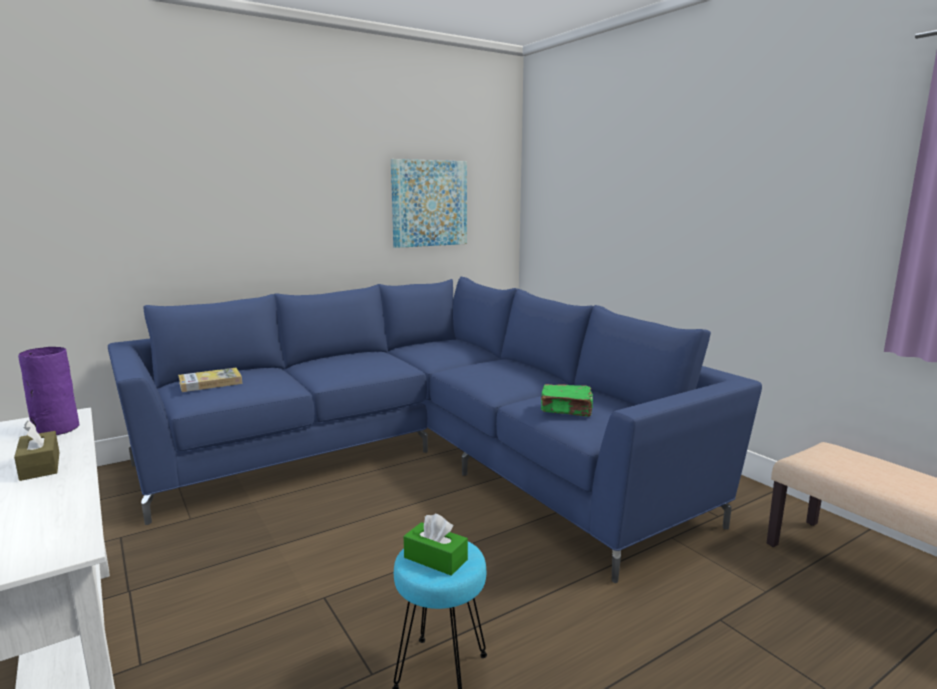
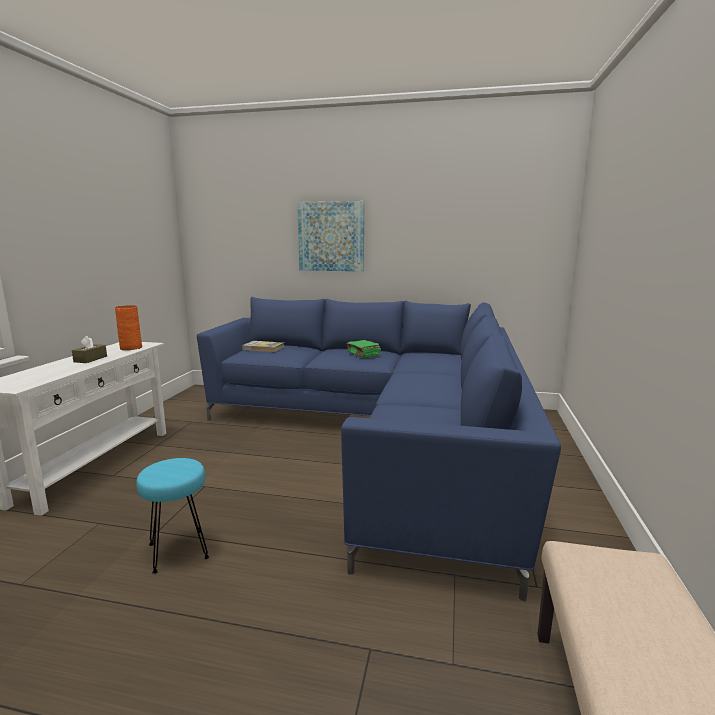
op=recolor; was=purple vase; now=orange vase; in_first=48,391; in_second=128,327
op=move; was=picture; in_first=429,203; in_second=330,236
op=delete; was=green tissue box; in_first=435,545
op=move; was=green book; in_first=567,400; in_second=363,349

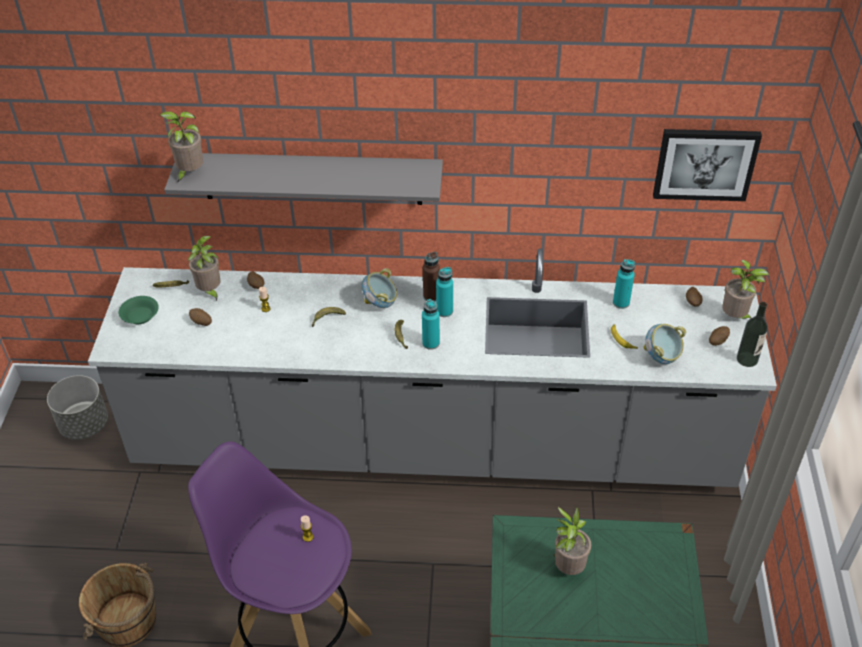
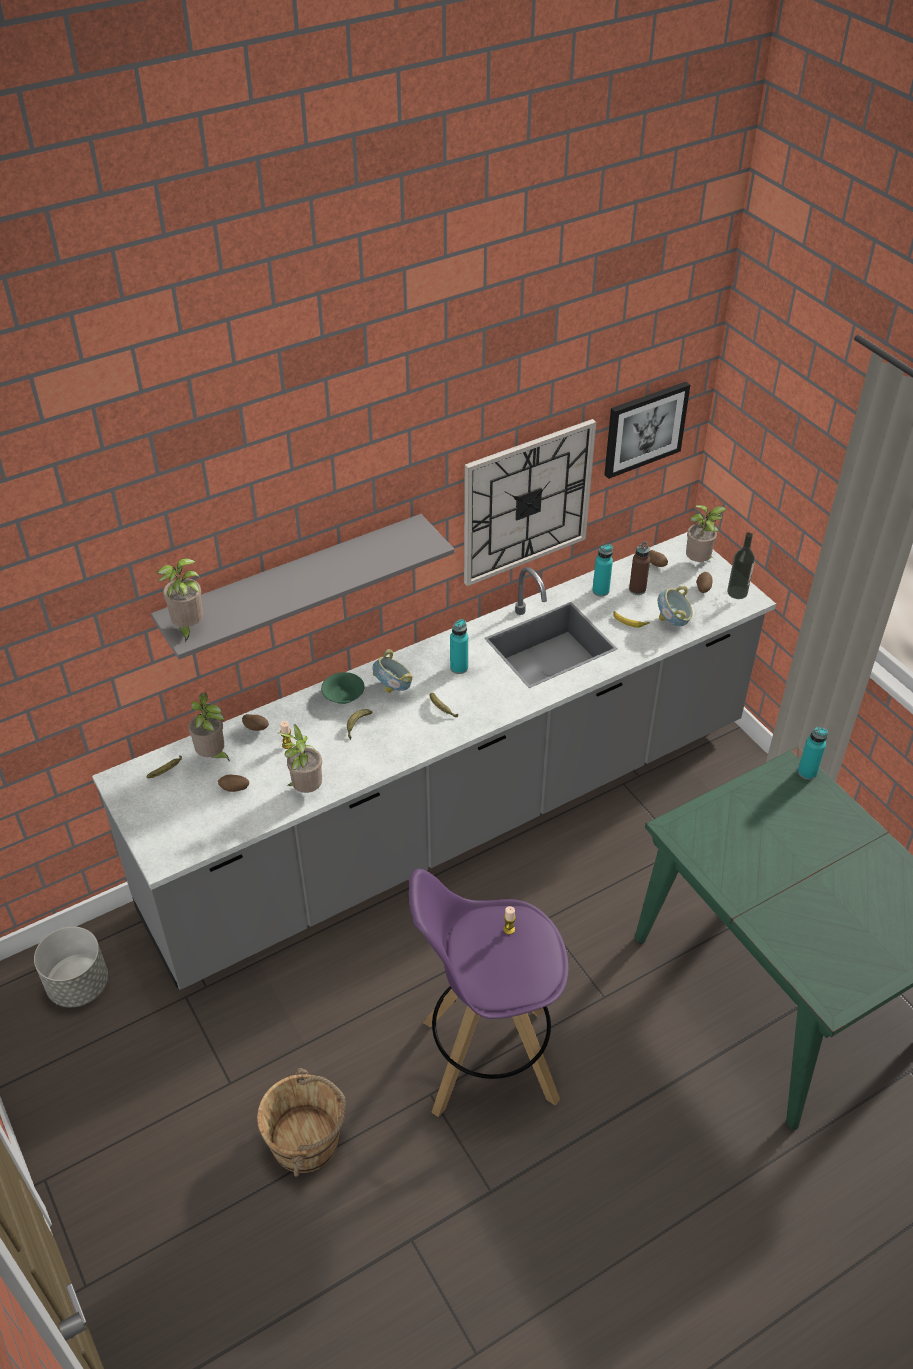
op=move; was=green bowl; in_first=138,310; in_second=343,688
op=move; was=turquoise bottle; in_first=431,324; in_second=813,753
op=move; was=brown bottle; in_first=431,277; in_second=639,568
op=move; was=potted plant; in_first=572,541; in_second=300,758
op=insert; now=wall clock; in_second=530,502

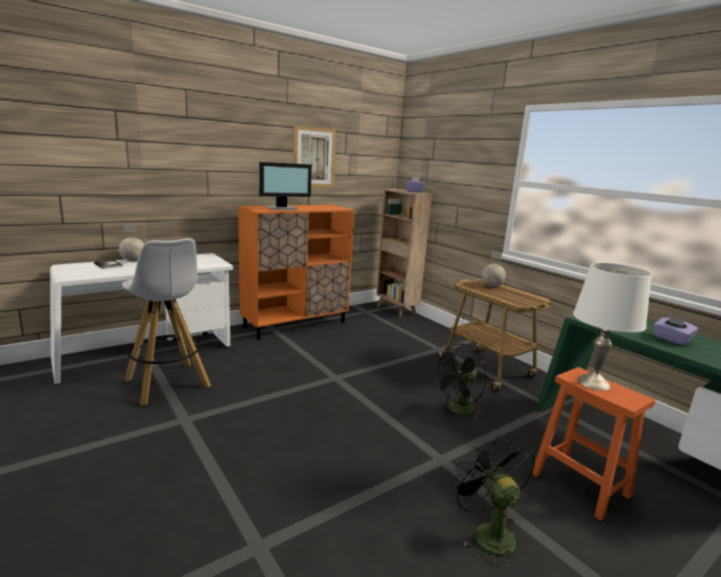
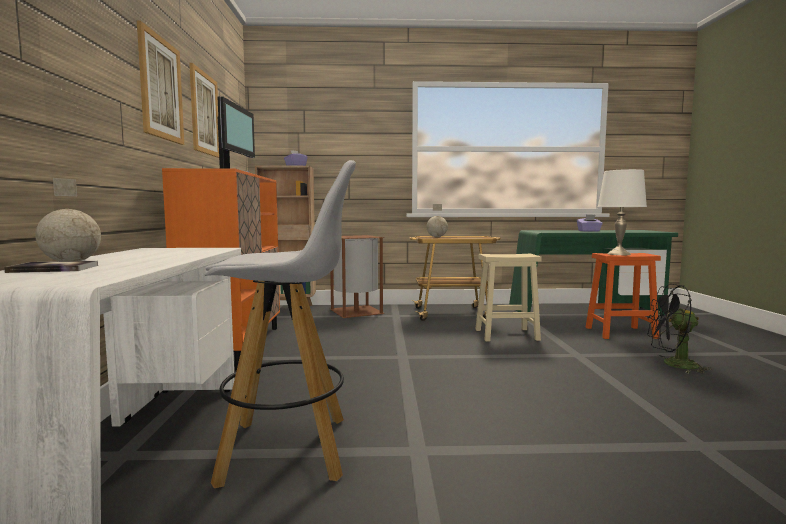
op=replace; was=black fan; now=beige stool; in_first=459,381; in_second=508,298
op=insert; now=picture; in_second=160,83
op=insert; now=brown trash can; in_second=357,276

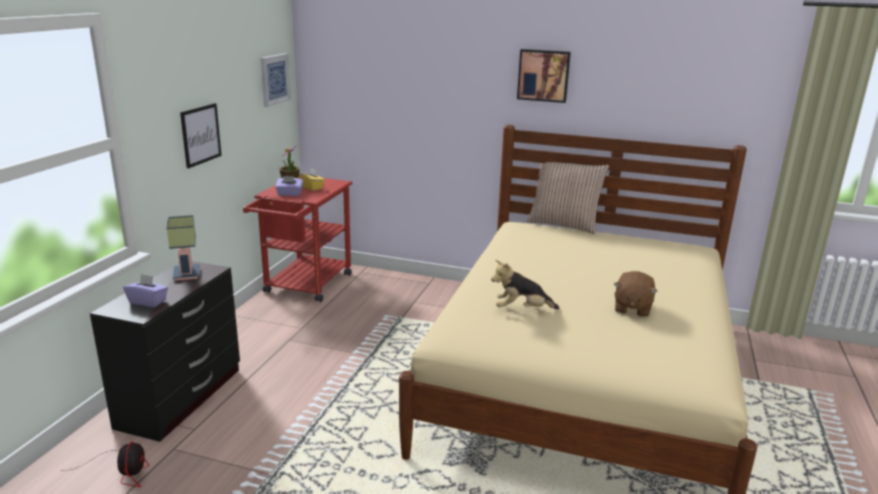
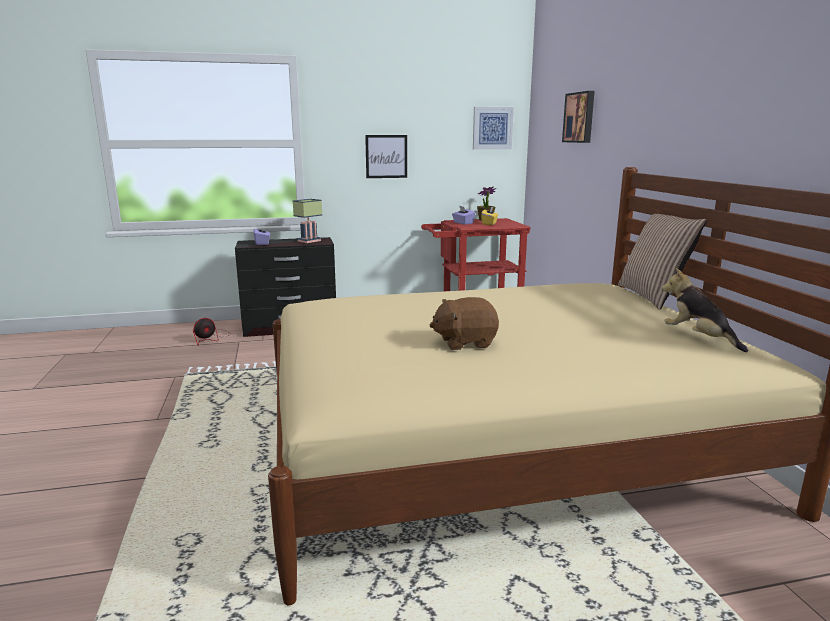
op=move; was=plush toy; in_first=525,284; in_second=705,310
op=move; was=picture; in_first=544,76; in_second=578,117

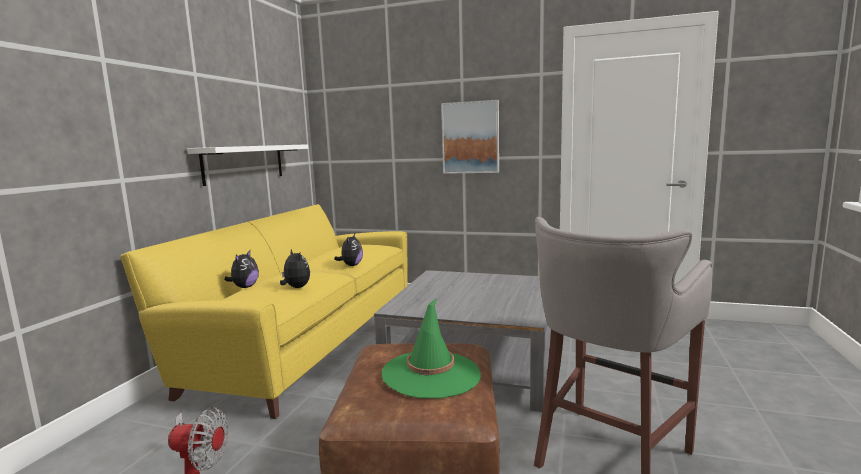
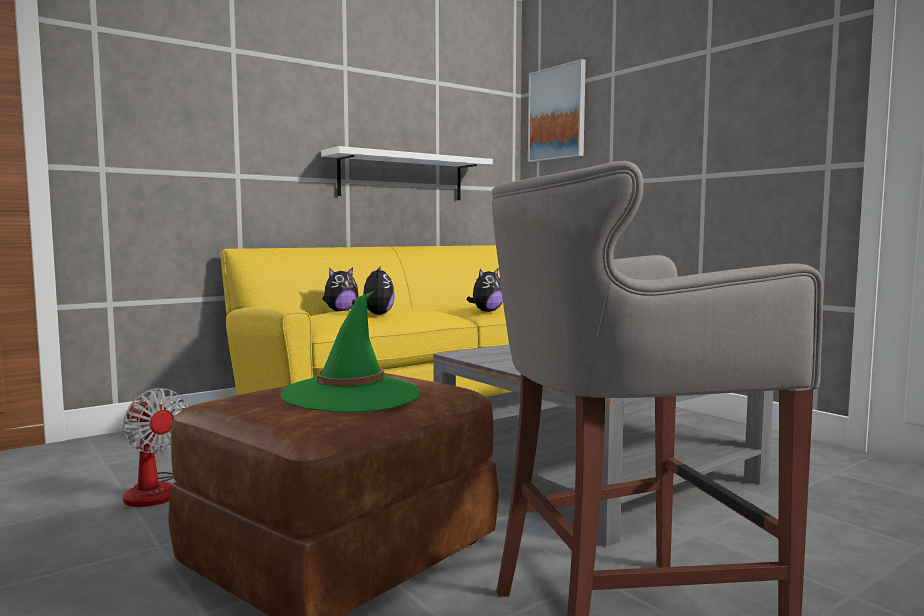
op=move; was=picture; in_first=470,137; in_second=557,110

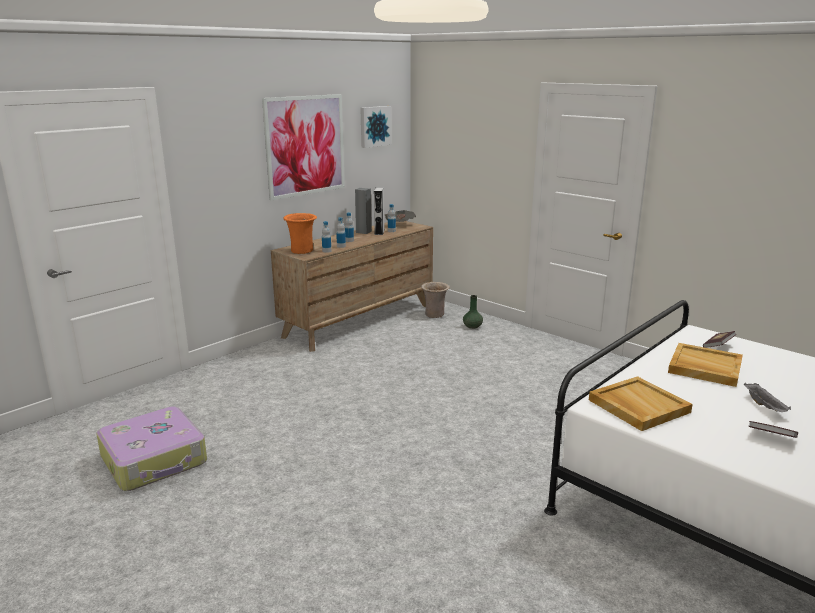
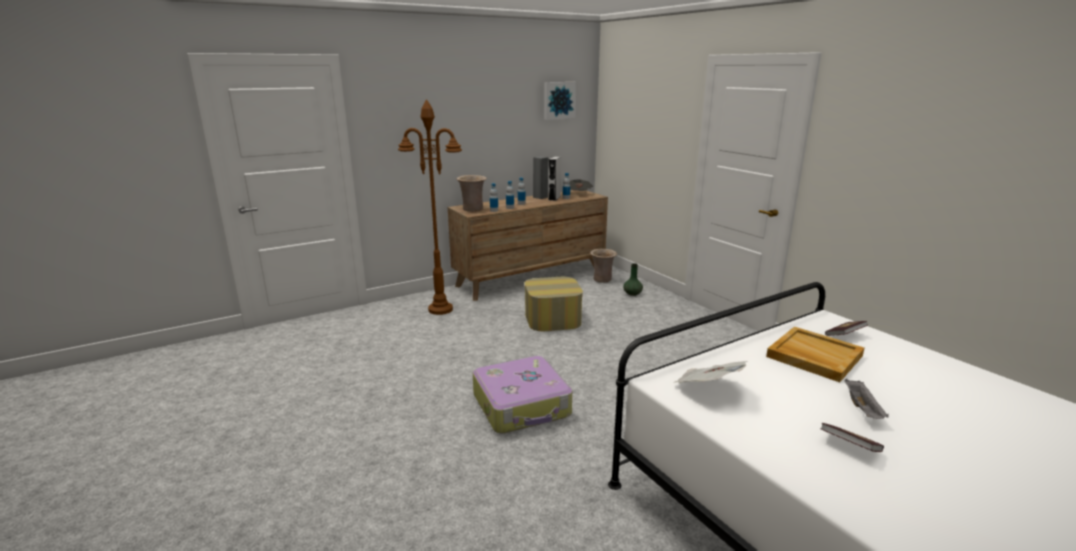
op=move; was=suitcase; in_first=151,448; in_second=522,394
op=delete; was=picture; in_first=303,147
op=recolor; was=orange vase; now=beige vase; in_first=300,233; in_second=471,193
op=replace; was=beige tray; now=newspaper; in_first=641,403; in_second=710,372
op=insert; now=brown floor lamp; in_second=430,207
op=insert; now=ottoman; in_second=554,304

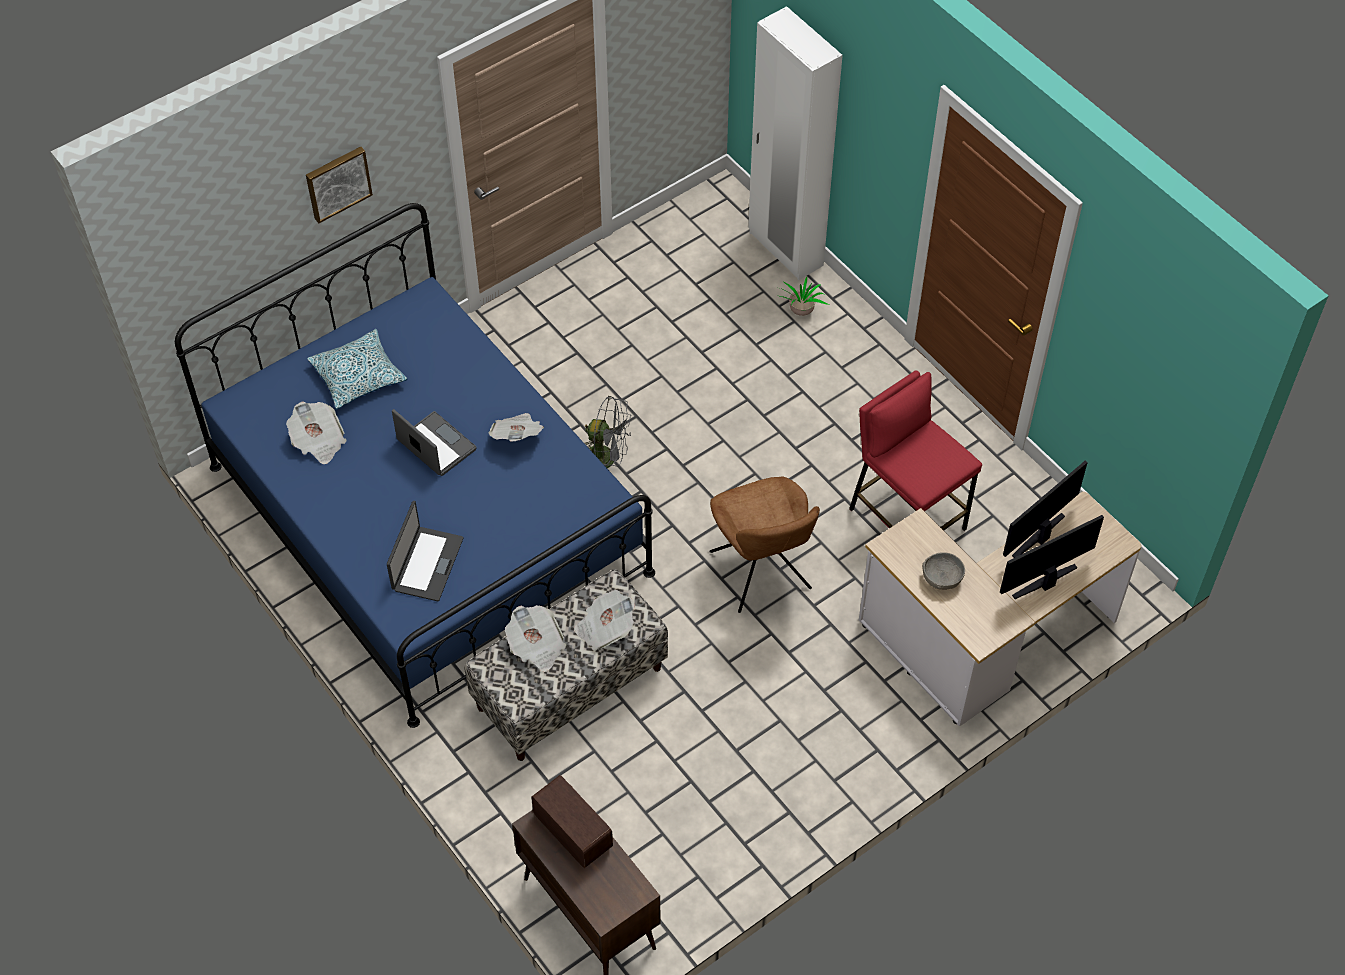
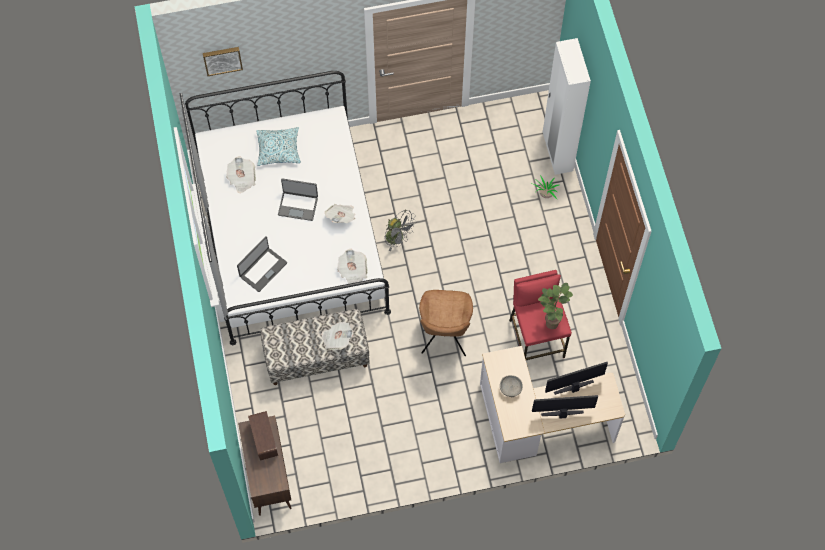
op=recolor; was=blue bed; now=white bed; in_first=415,465; in_second=288,208
op=move; was=picture; in_first=339,185; in_second=223,61
op=rotate; was=laptop; in_first=434,442; in_second=298,200; clockwise=120
op=move; was=newspaper; in_first=535,638; in_second=352,266
op=insert; now=potted plant; in_second=555,306

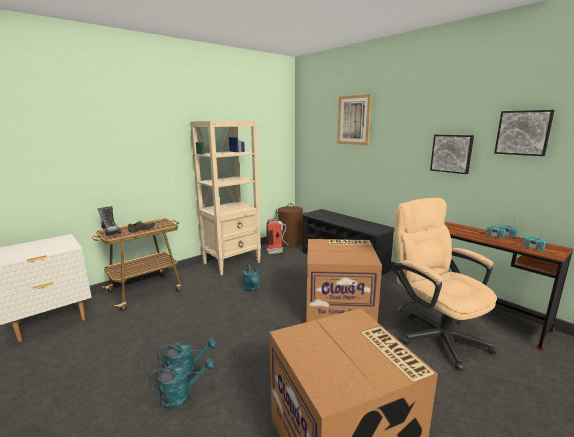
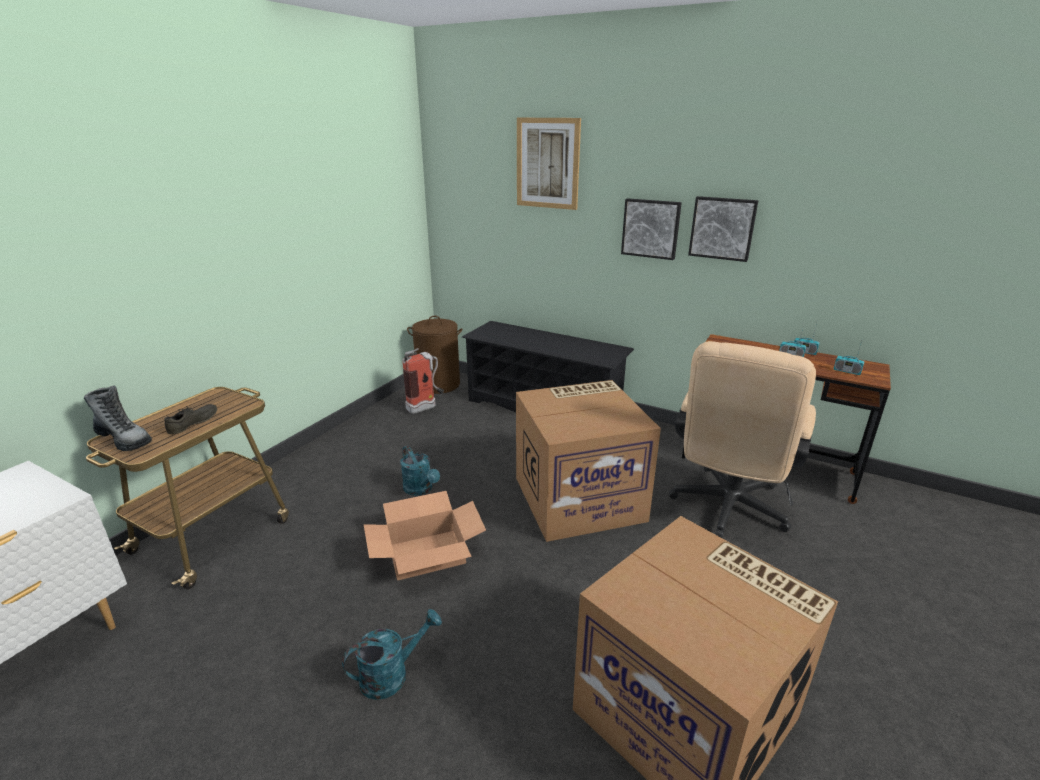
op=delete; was=turquoise watering can; in_first=182,383
op=delete; was=beige bookcase; in_first=225,198
op=rotate; was=beige office chair; in_first=445,284; in_second=742,439; clockwise=-105
op=move; was=picture; in_first=524,133; in_second=651,229
op=insert; now=cardboard box; in_second=425,535

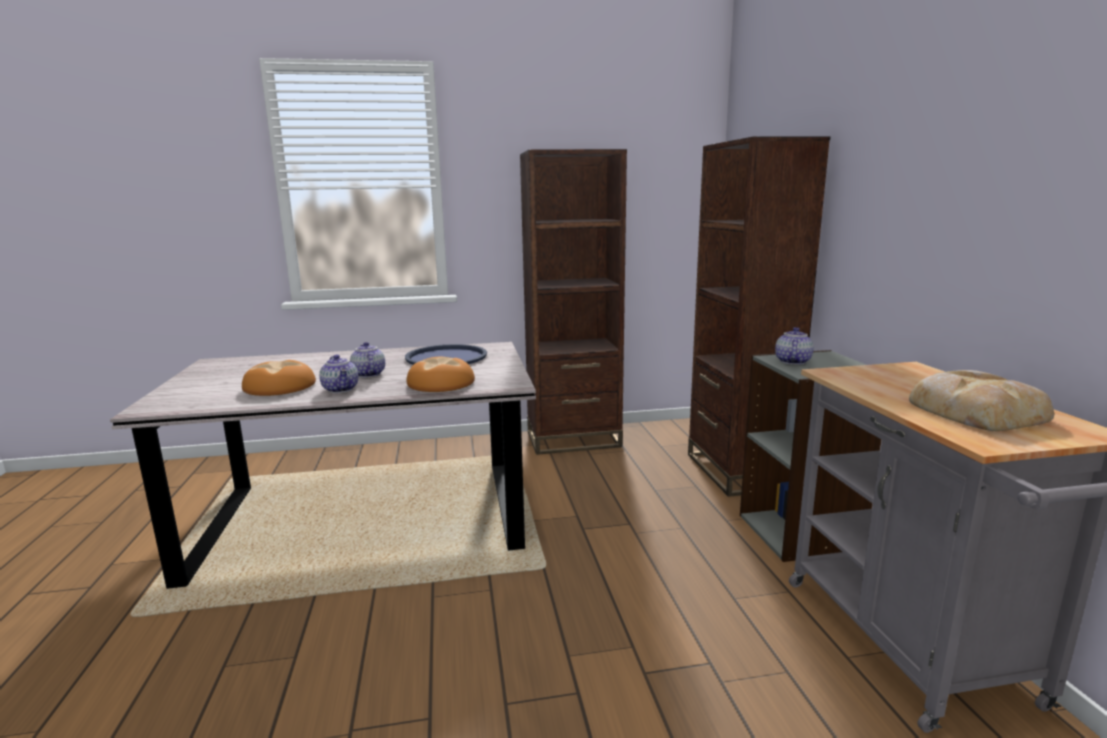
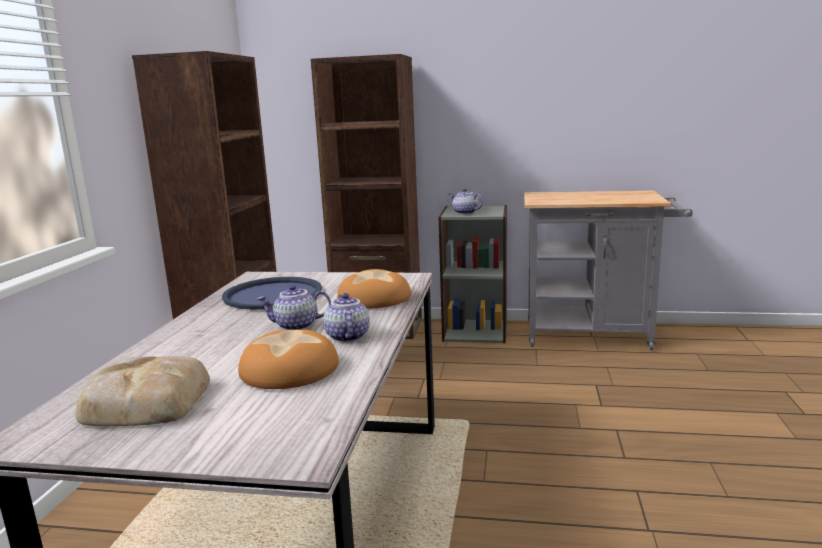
op=rotate; was=teapot; in_first=338,374; in_second=346,317; clockwise=-90
op=move; was=bread; in_first=981,400; in_second=142,391

